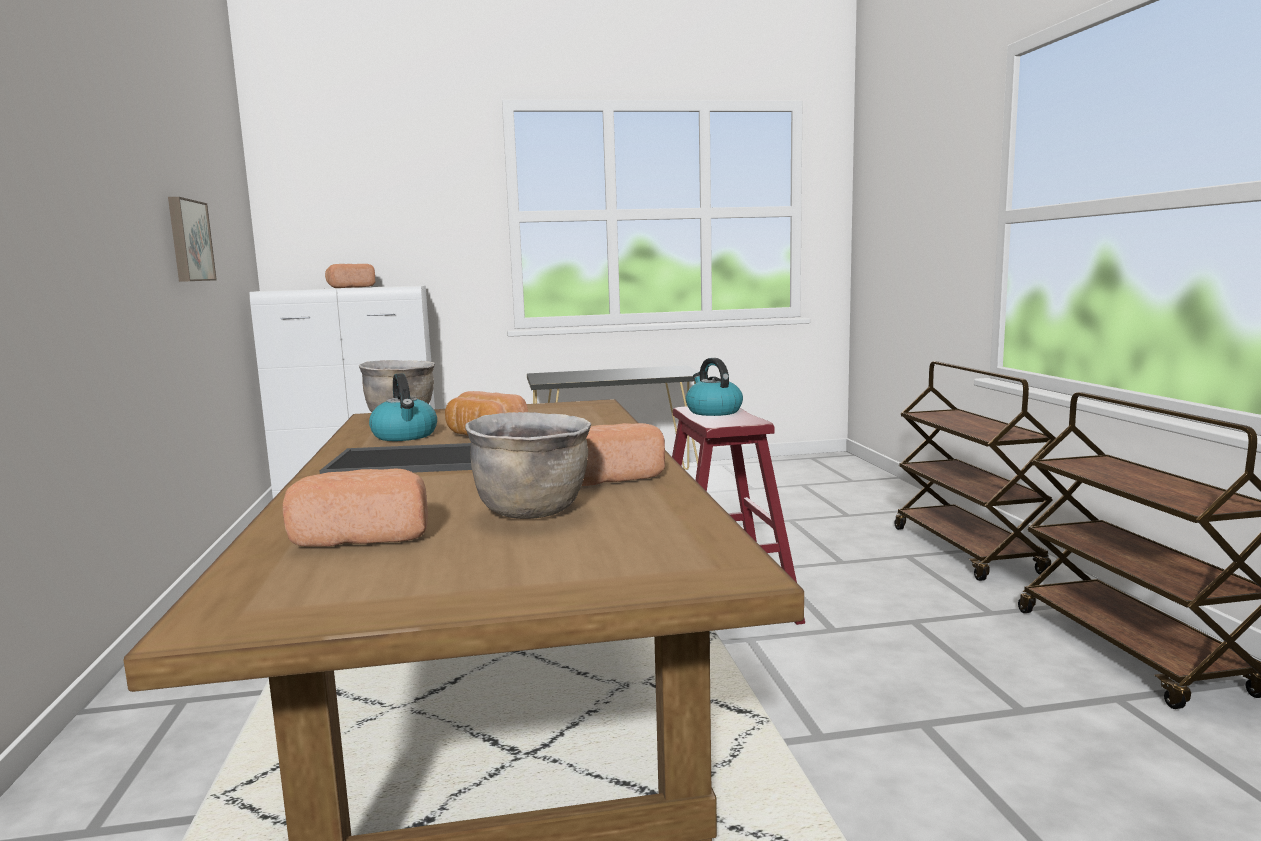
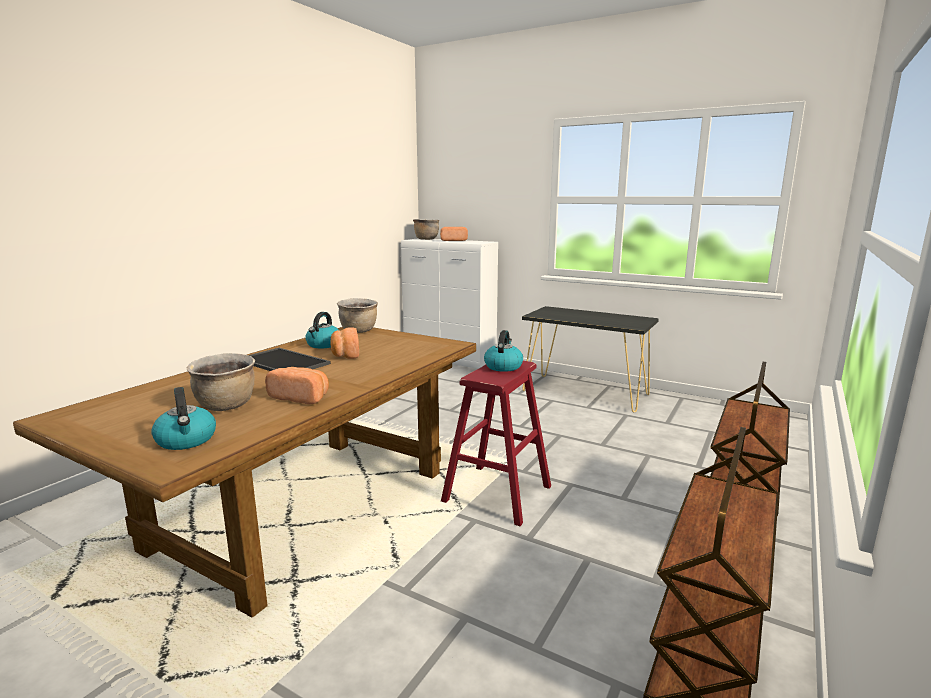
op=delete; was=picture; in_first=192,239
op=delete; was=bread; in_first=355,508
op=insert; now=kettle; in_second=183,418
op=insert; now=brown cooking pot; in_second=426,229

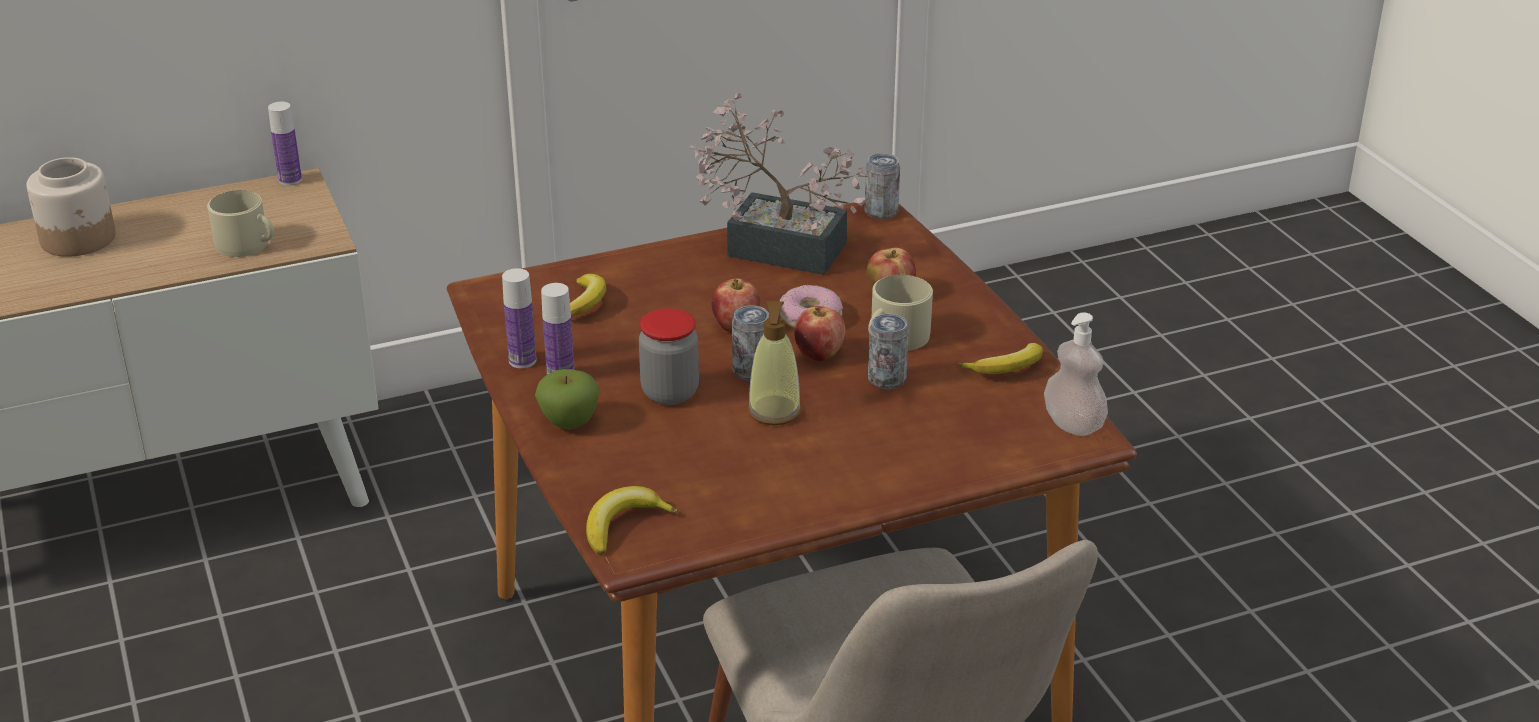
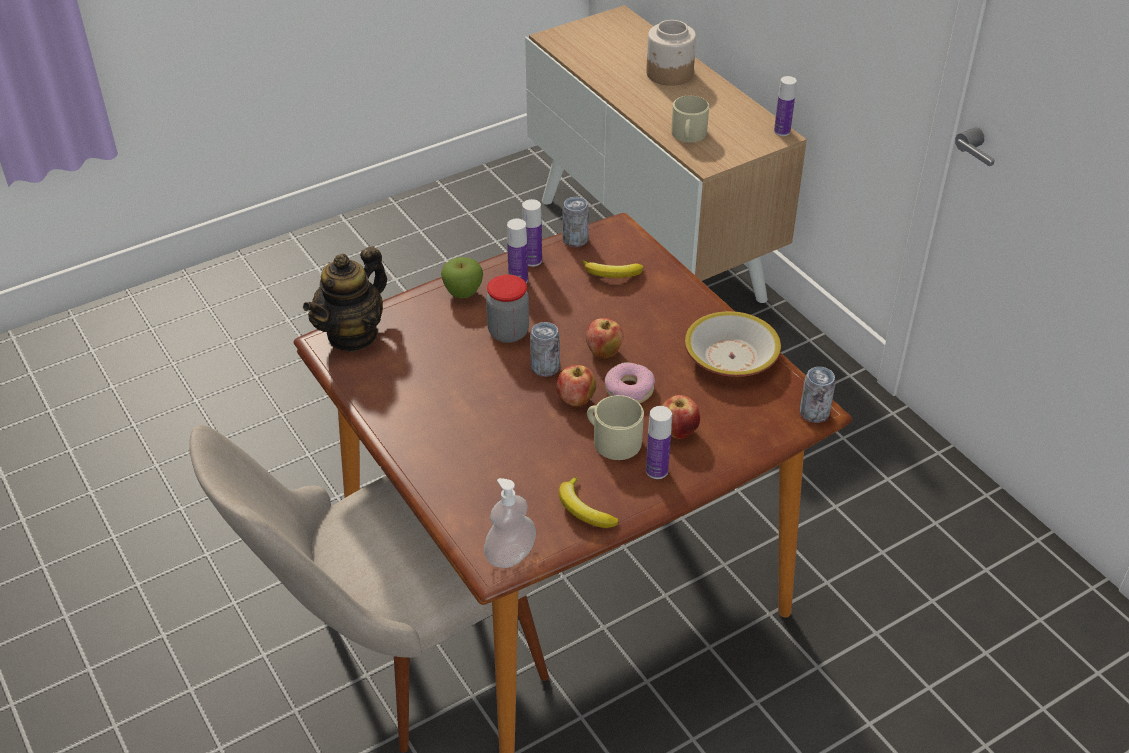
op=replace; was=banana; now=teapot; in_first=632,520; in_second=345,299
op=replace; was=potted plant; now=bowl; in_first=780,184; in_second=733,344
op=delete; was=soap dispenser; in_first=775,363
op=move; was=can; in_first=888,351; in_second=575,222
op=insert; now=bottle; in_second=659,442

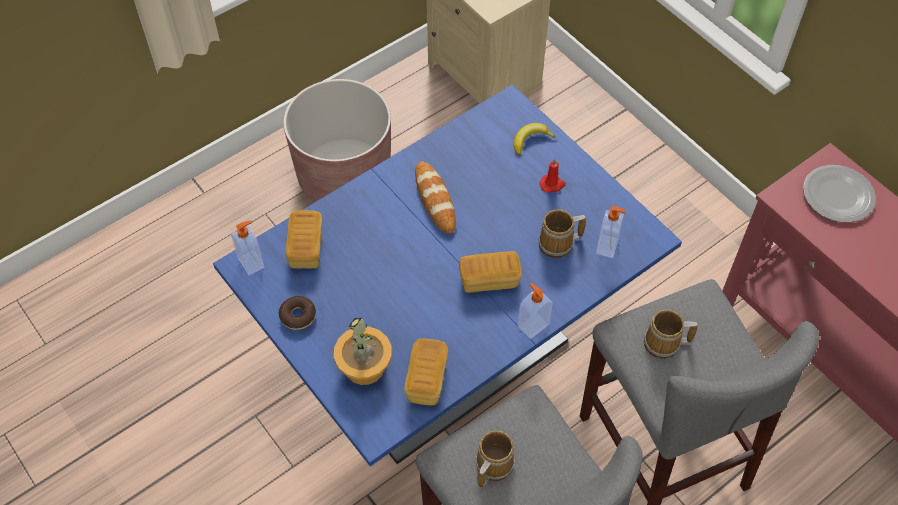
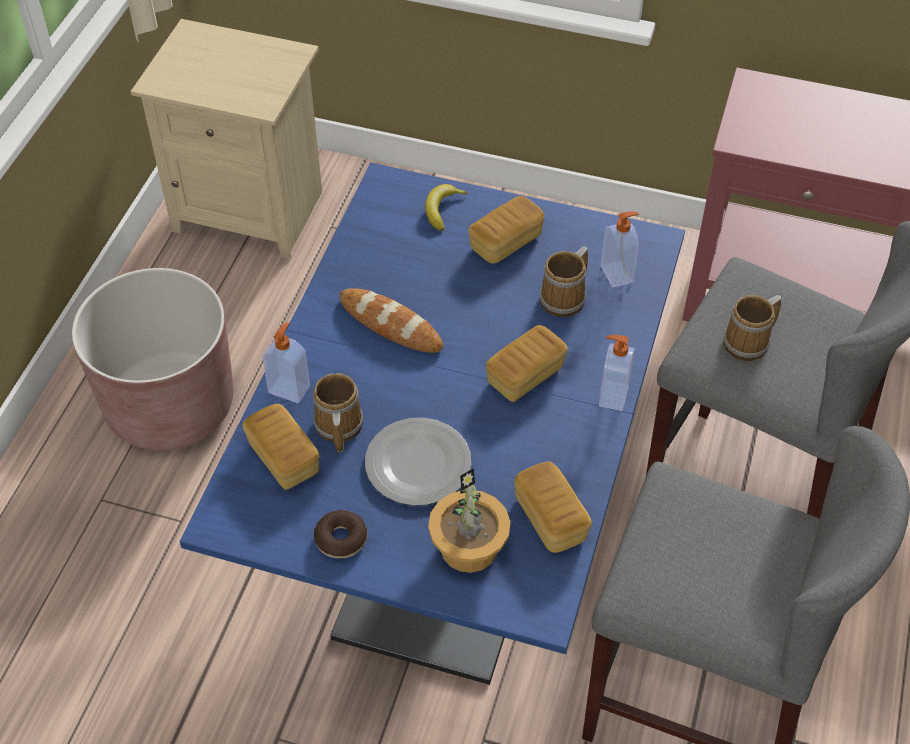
op=move; was=soap dispenser; in_first=247,248; in_second=286,362
op=move; was=mug; in_first=495,459; in_second=338,412
op=replace; was=red candle; now=bread; in_first=553,176; in_second=506,230
op=move; was=plate; in_first=839,194; in_second=418,461

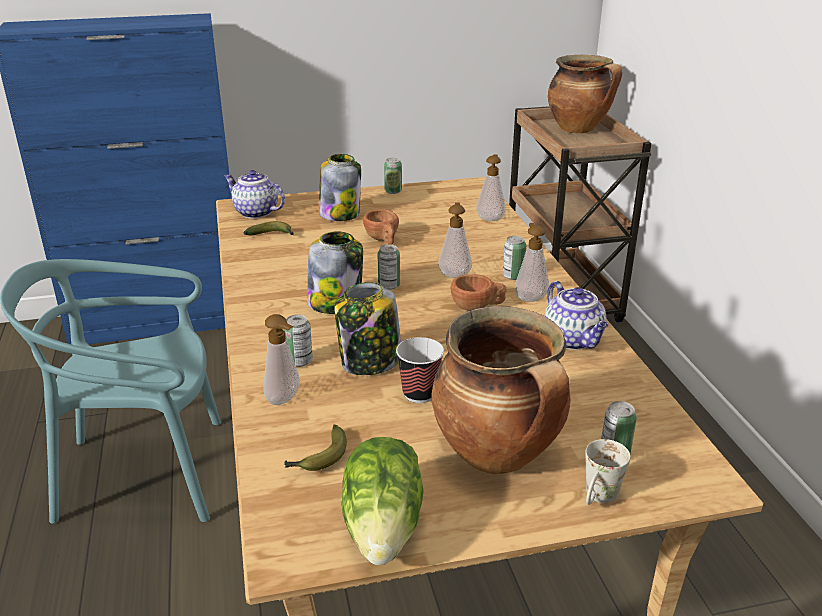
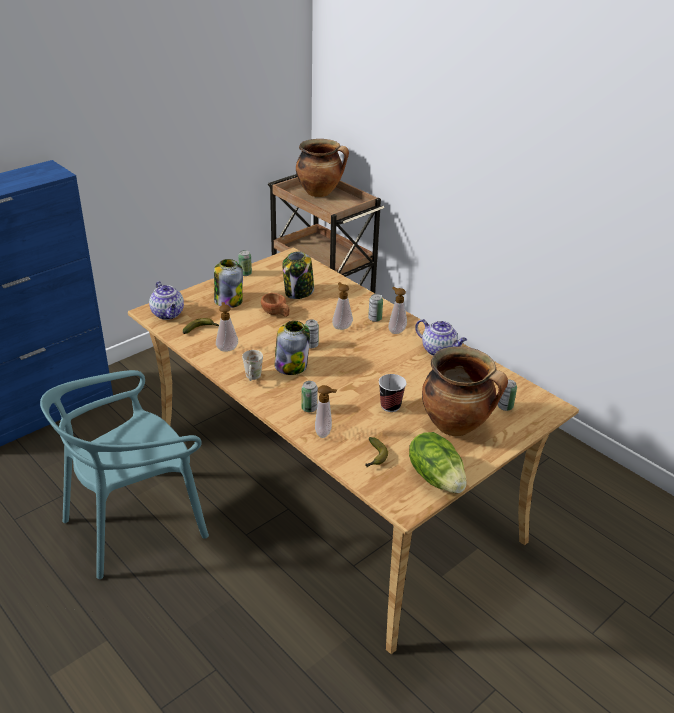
op=rotate; was=teapot; in_first=254,194; in_second=166,300; clockwise=-120
op=move; was=jar; in_first=367,328; in_second=298,275
op=delete; was=brown cup; in_first=479,293
op=move; was=soap dispenser; in_first=491,187; in_second=227,327
op=move; was=white mug; in_first=608,472; in_second=252,365

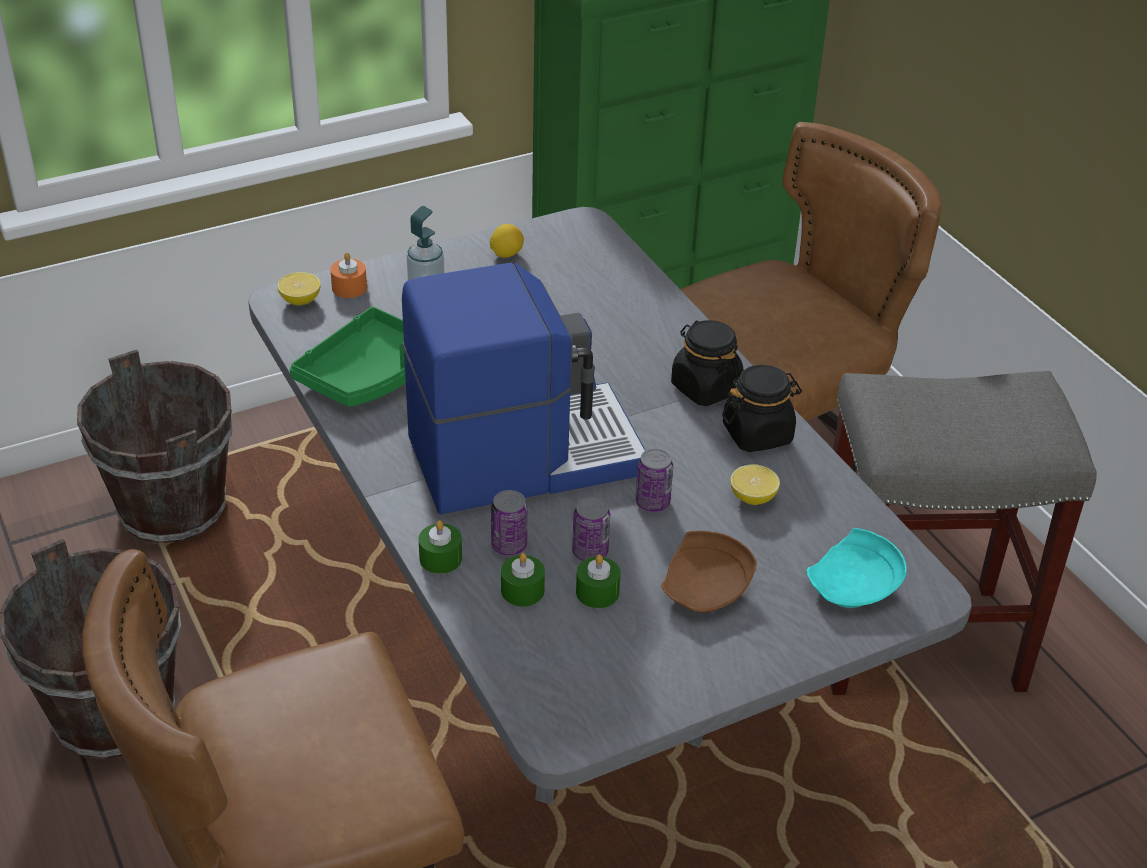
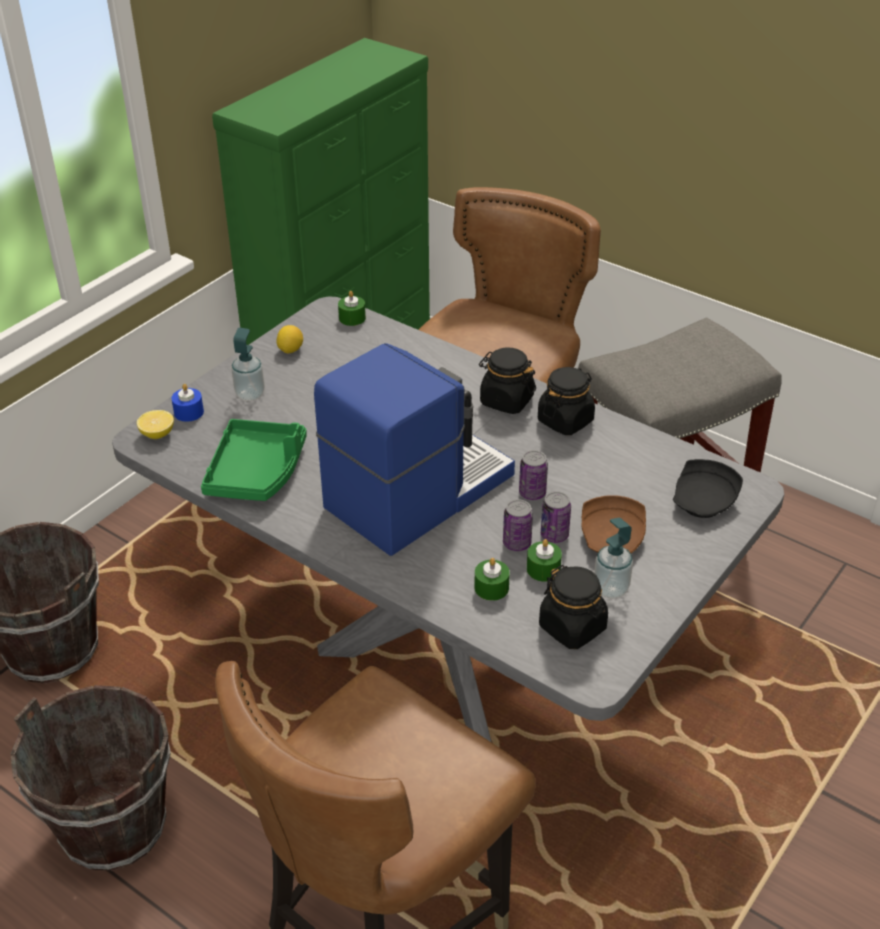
op=recolor; was=orange candle; now=blue candle; in_first=348,275; in_second=187,403
op=move; was=green candle; in_first=440,547; in_second=352,308
op=move; was=can; in_first=509,523; in_second=556,517
op=delete; was=lemon; in_first=755,484
op=recolor; was=turquoise plate; now=black plate; in_first=856,568; in_second=708,488
op=insert; now=black jar; in_second=573,607
op=insert; now=soap dispenser; in_second=613,558

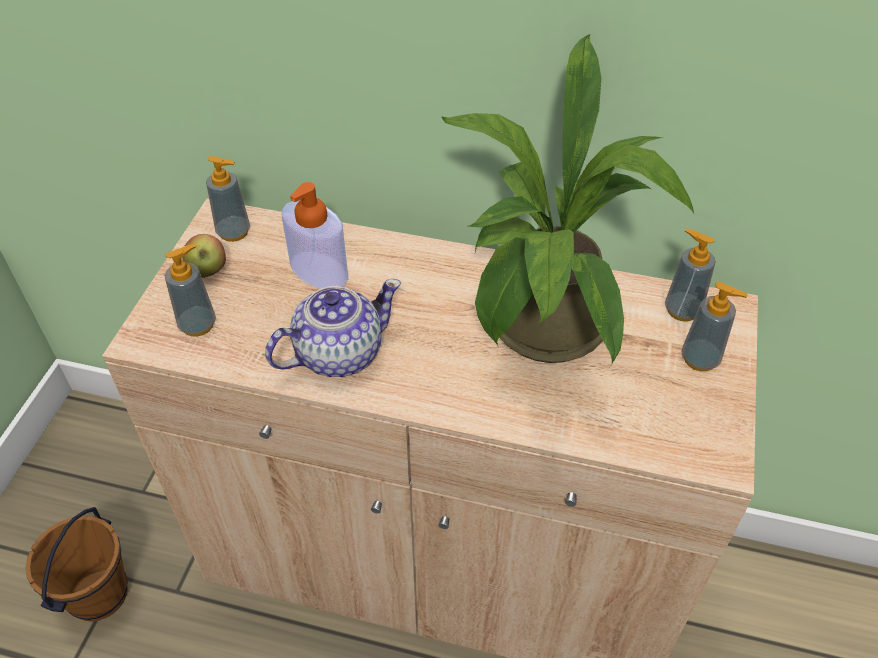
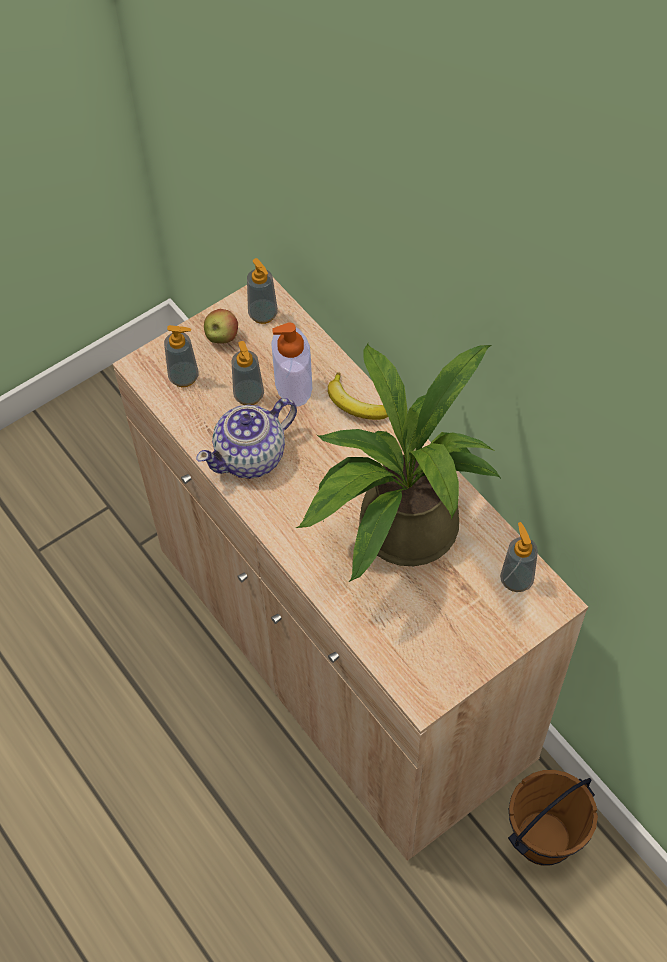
op=move; was=brown bucket; in_first=77,564; in_second=553,818
op=rotate; was=teapot; in_first=333,328; in_second=246,438; clockwise=135
op=move; was=soap dispenser; in_first=714,327; in_second=247,373
op=insert; now=banana; in_second=358,396

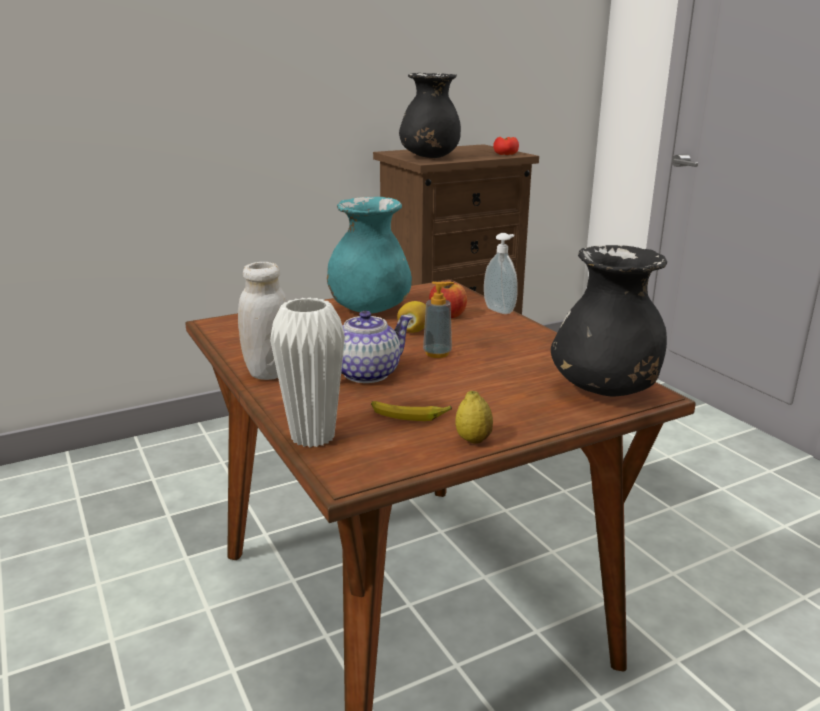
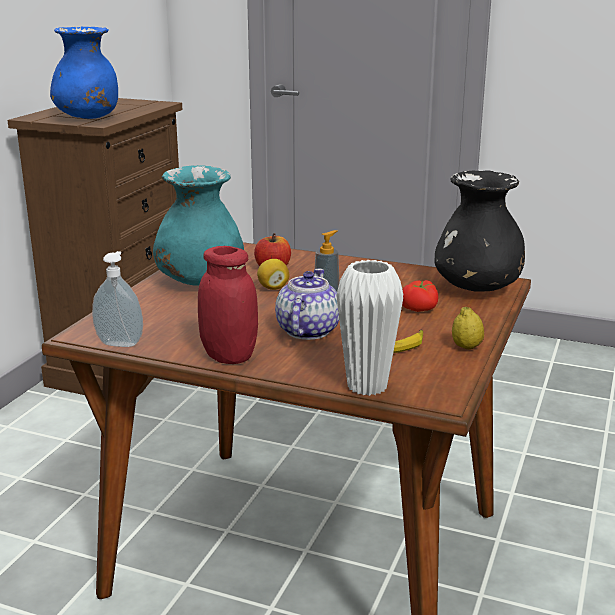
op=recolor; was=white jar; now=red jar; in_first=262,321; in_second=228,305
op=recolor; was=black vase; now=blue vase; in_first=430,115; in_second=84,73
op=move; was=soap dispenser; in_first=501,273; in_second=117,299
op=move; was=tomato; in_first=506,146; in_second=420,296

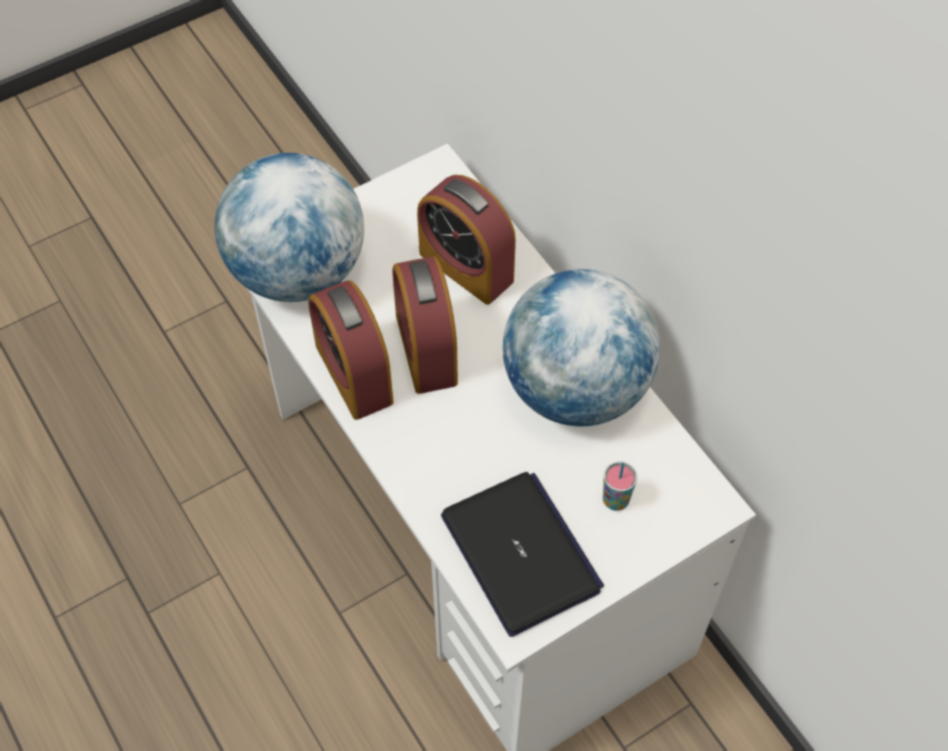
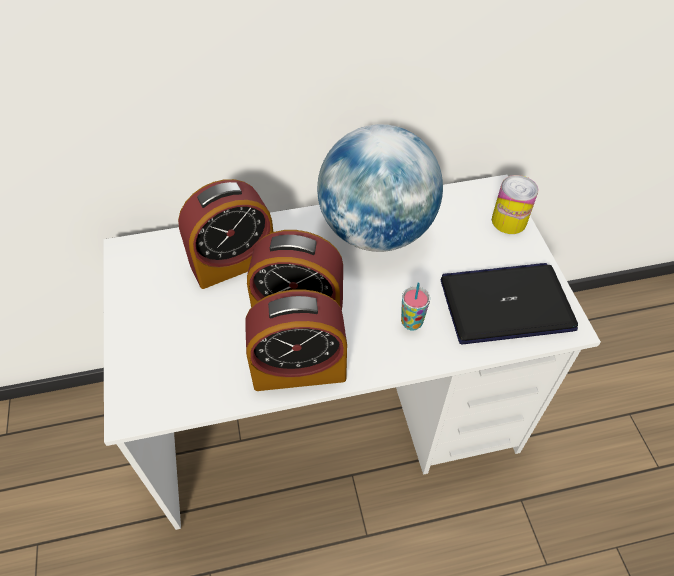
op=delete; was=globe; in_first=289,227
op=move; was=cup; in_first=620,486; in_second=415,307
op=insert; now=can; in_second=515,204

